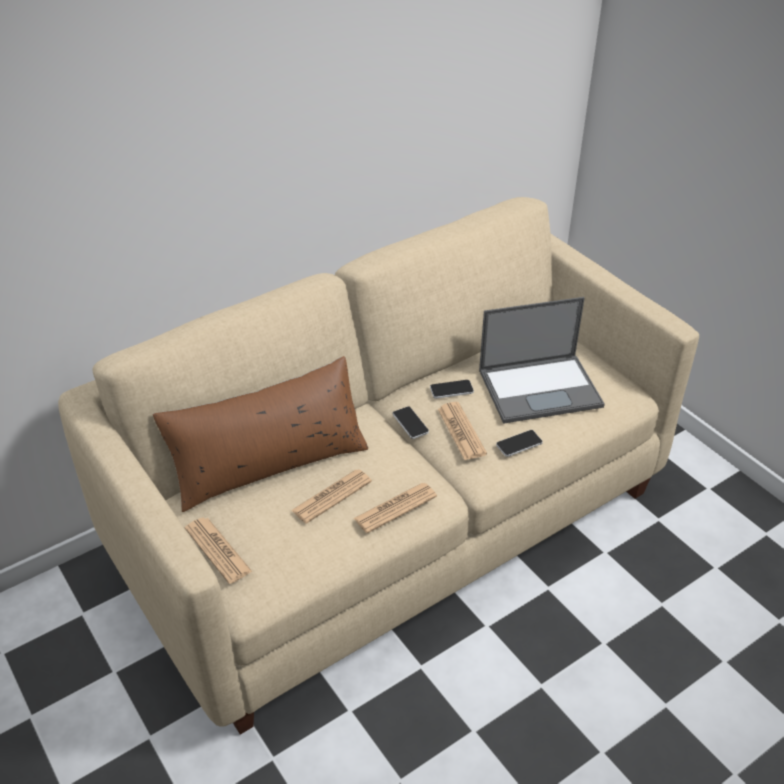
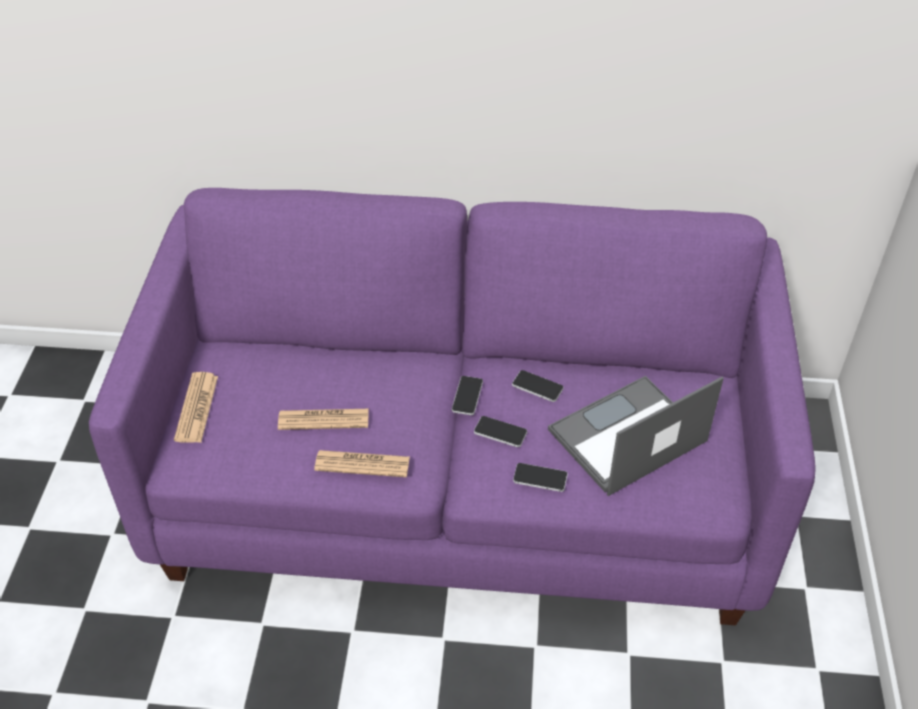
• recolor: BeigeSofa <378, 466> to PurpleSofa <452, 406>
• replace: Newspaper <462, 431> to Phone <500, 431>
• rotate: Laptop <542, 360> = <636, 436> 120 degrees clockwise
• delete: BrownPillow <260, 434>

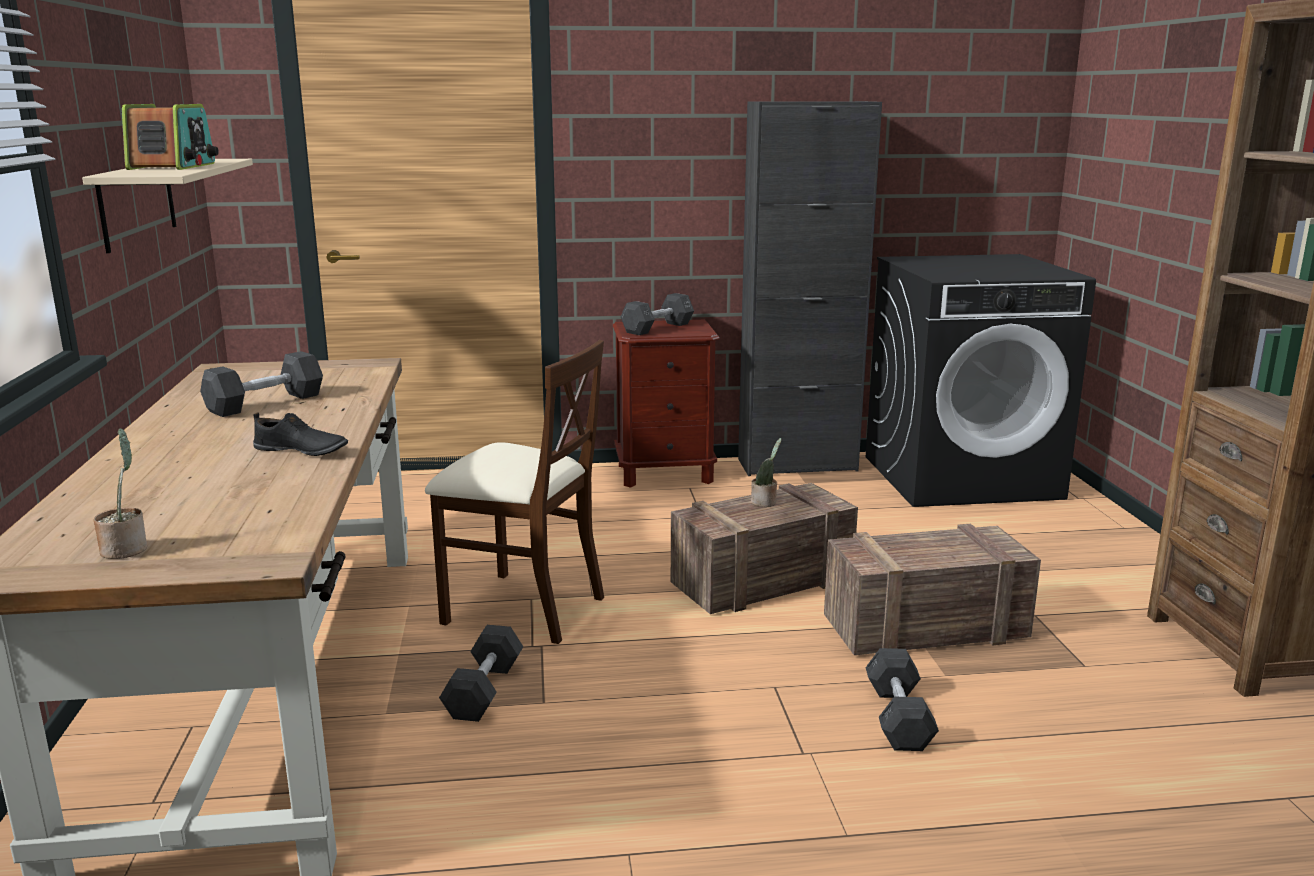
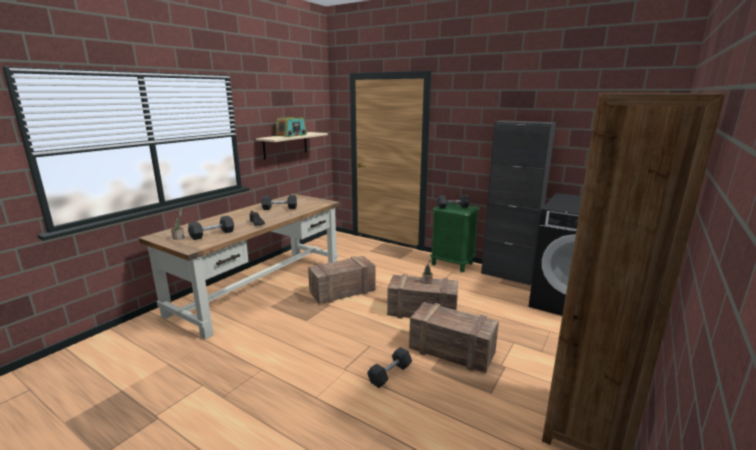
• move: GreyDumbbell <481, 673> to <211, 228>
• replace: BeigeChair <514, 492> to Crate <342, 280>
• recolor: BrownNightstand <666, 404> to GreenNightstand <455, 237>

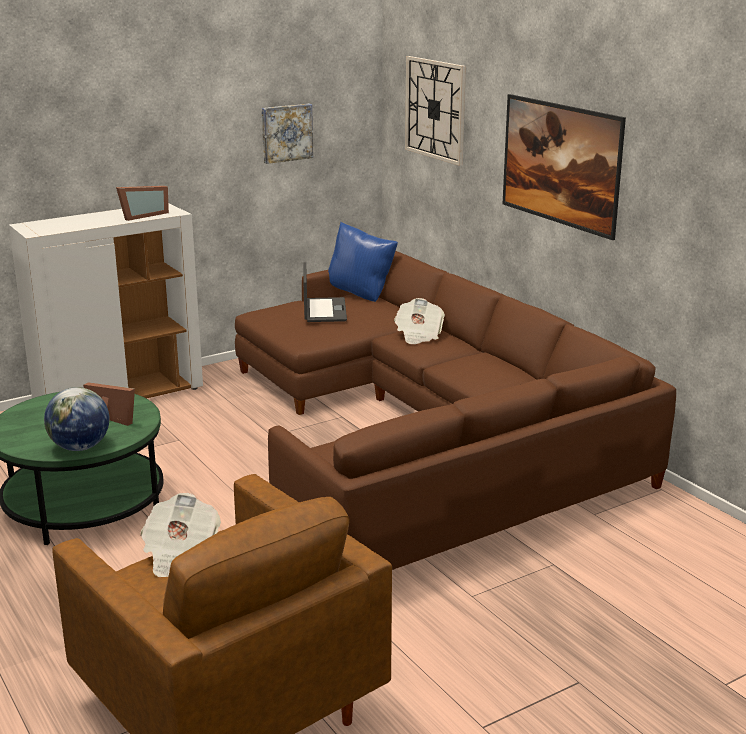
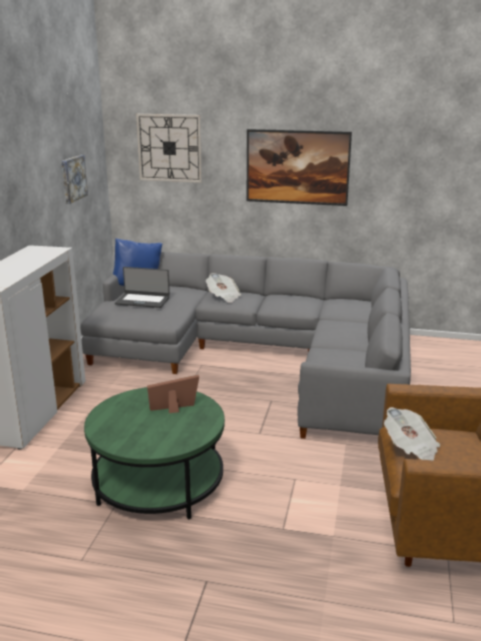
• recolor: BrownSofa <455, 410> to GreySofa <245, 345>
• rotate: Laptop <325, 292> = <142, 287> 150 degrees clockwise
• delete: Globe <76, 419>
• delete: PictureFrame <142, 203>

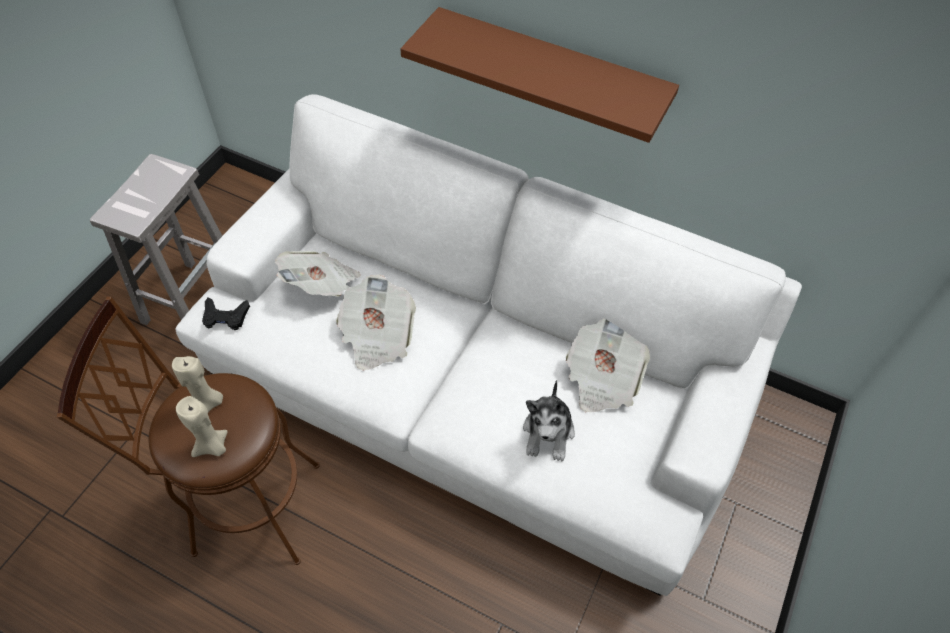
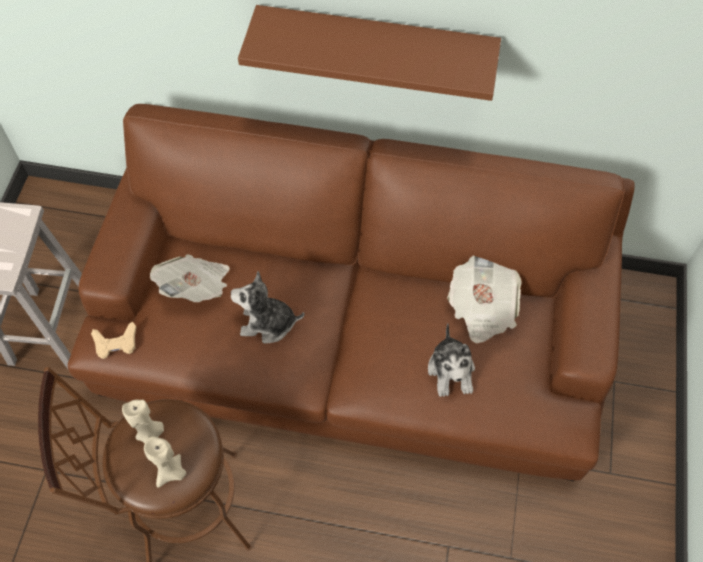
• recolor: WhiteSofa <489, 345> to BrownSofa <351, 292>
• recolor: BlackGameController <226, 314> to BeigeGameController <113, 340>
• replace: Newspaper <376, 323> to PlushToy <268, 307>

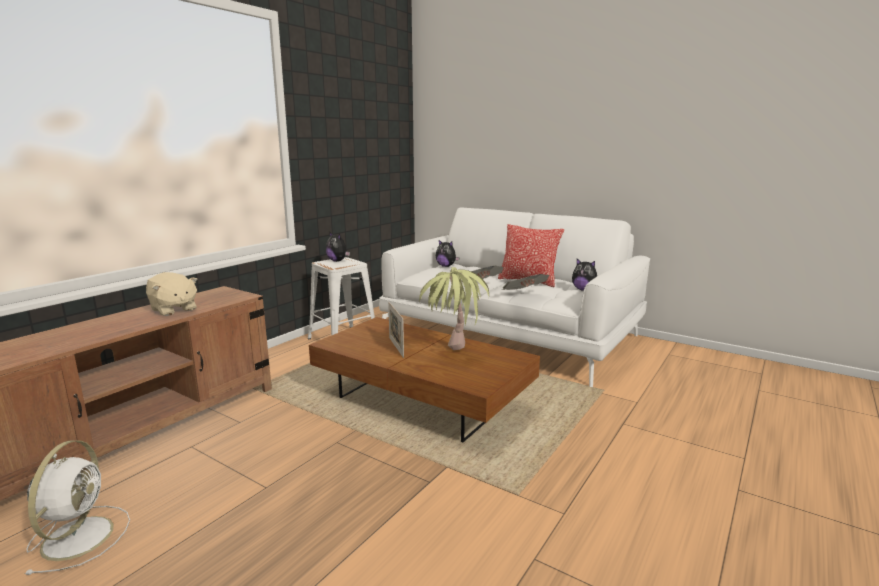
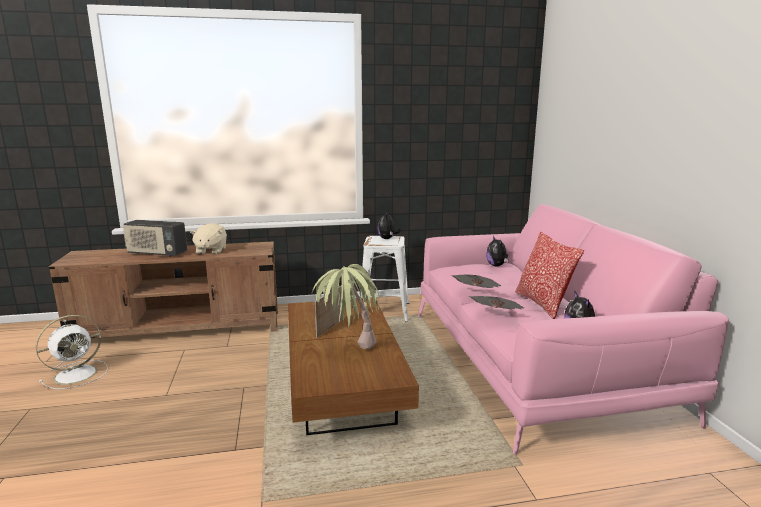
• insert: Radio <155, 238>
• recolor: WhiteSofa <514, 297> to PinkSofa <573, 329>

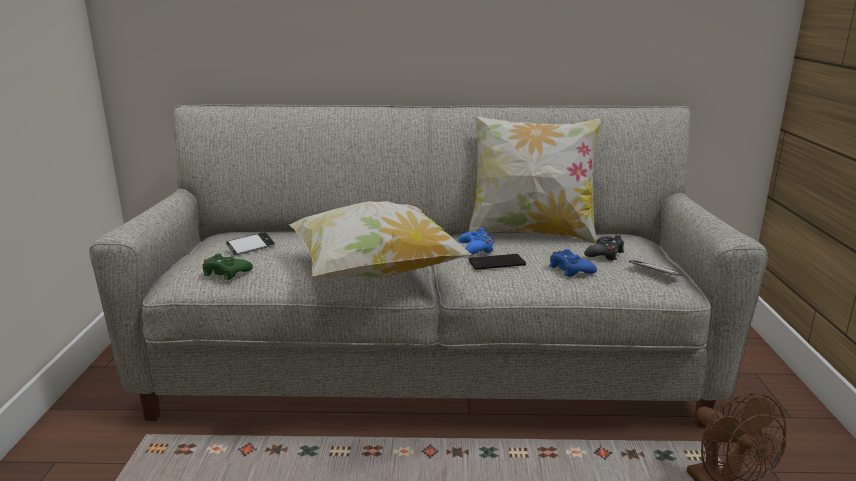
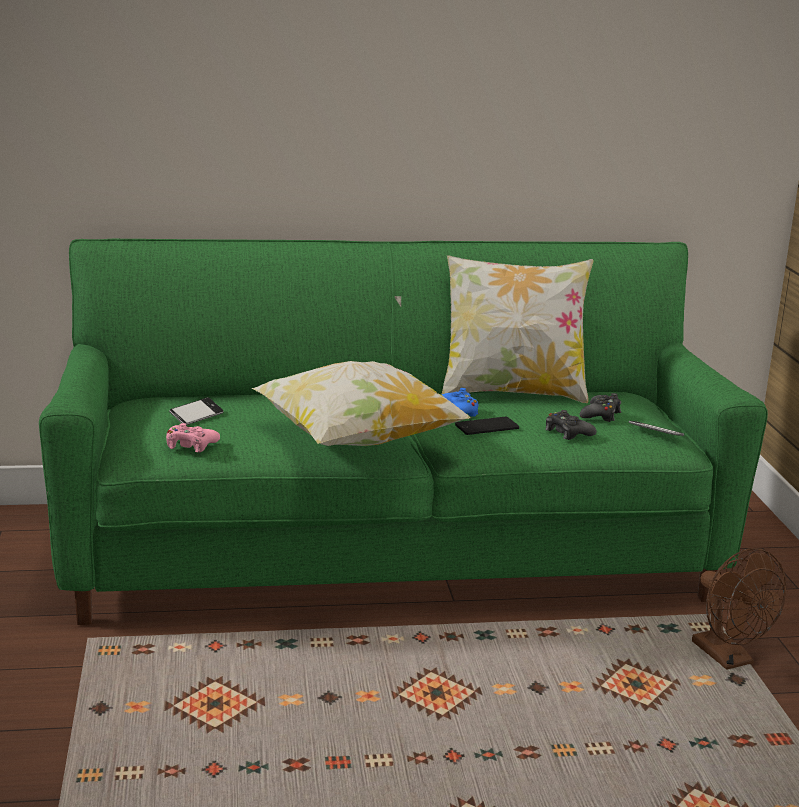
• recolor: GreySofa <428, 266> to GreenSofa <403, 432>
• recolor: GreenGameController <227, 267> to PinkGameController <193, 437>
• recolor: BlueGameController <573, 263> to BlackGameController <571, 425>

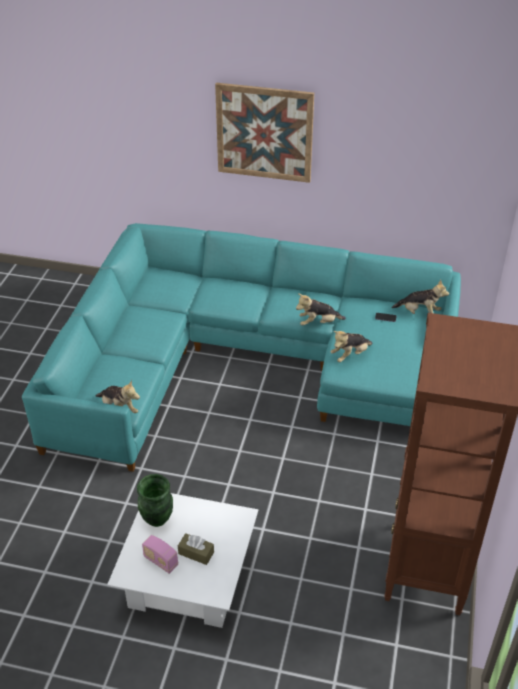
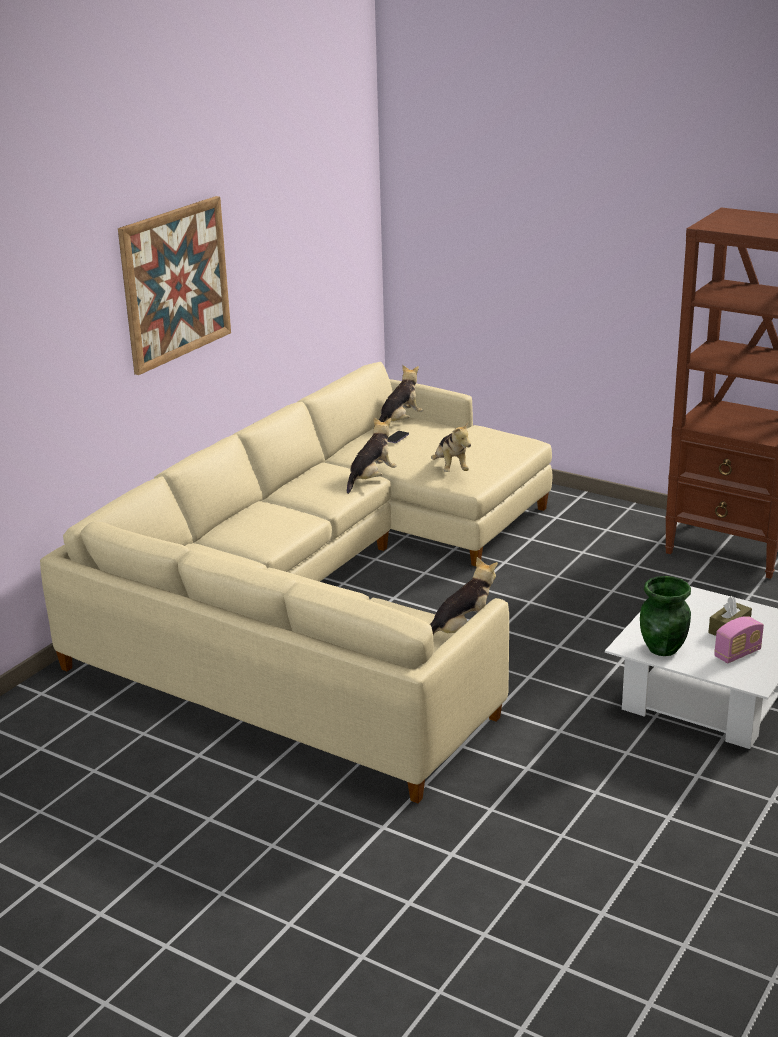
• recolor: TurquoiseSofa <241, 347> to BeigeSofa <296, 582>
• rotate: PlushToy <321, 309> = <372, 455> 150 degrees counterclockwise

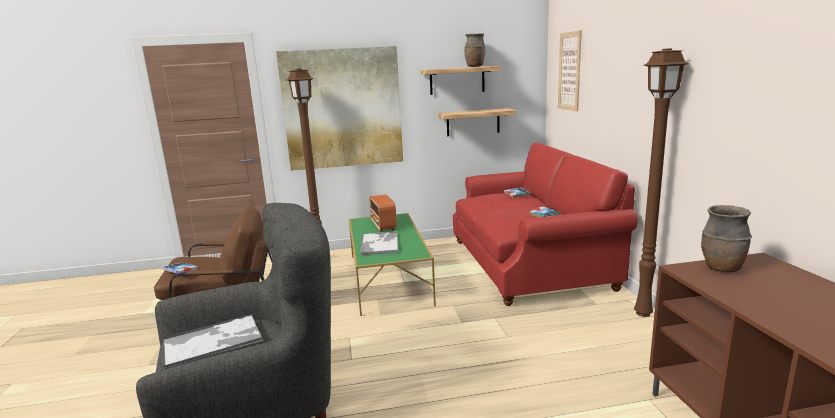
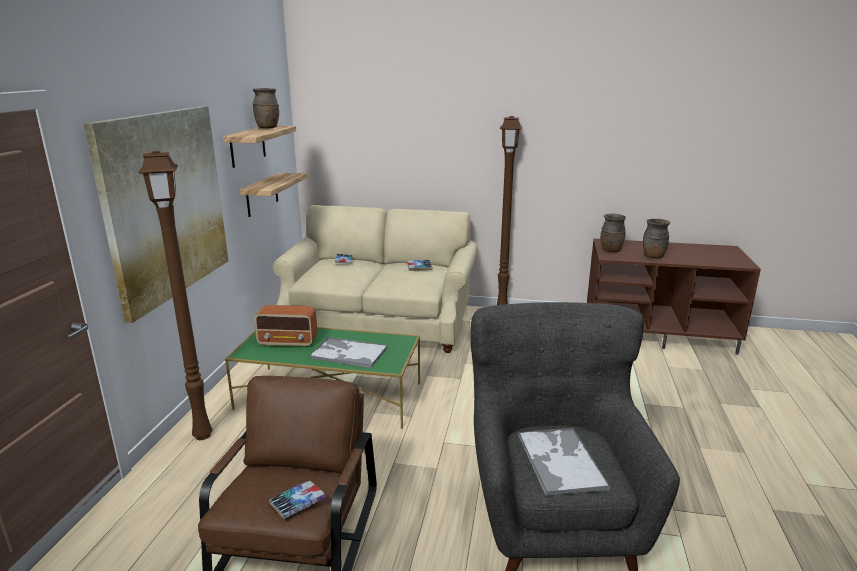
• recolor: RedSofa <545, 224> to BeigeSofa <375, 279>
• insert: BrownVase <656, 238>
• delete: Picture <570, 70>

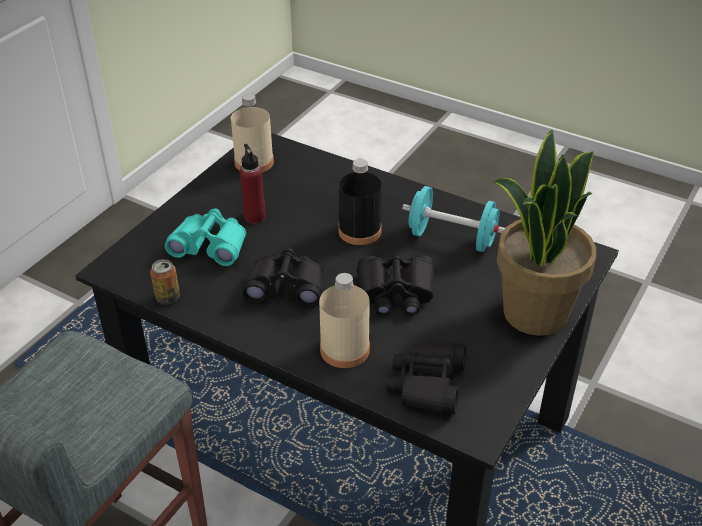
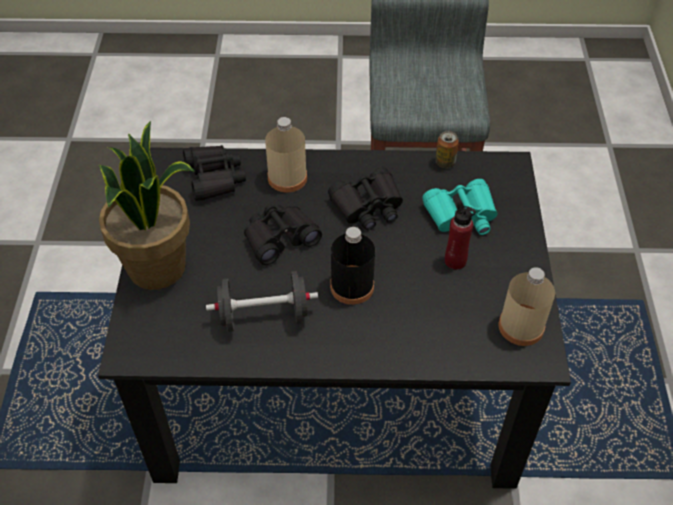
• recolor: TurquoiseDumbbell <453, 219> to BlackDumbbell <262, 301>

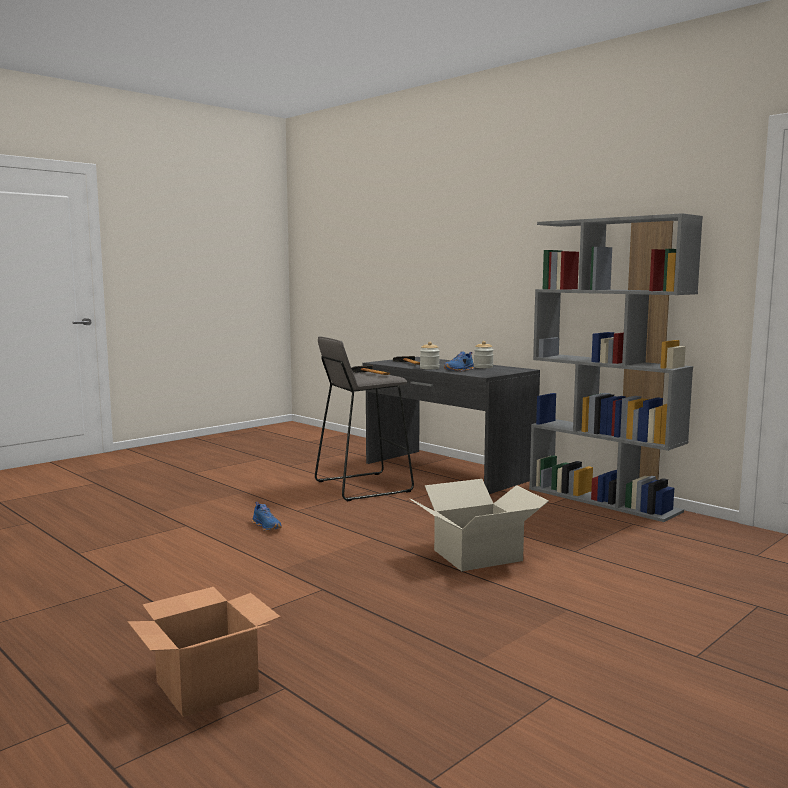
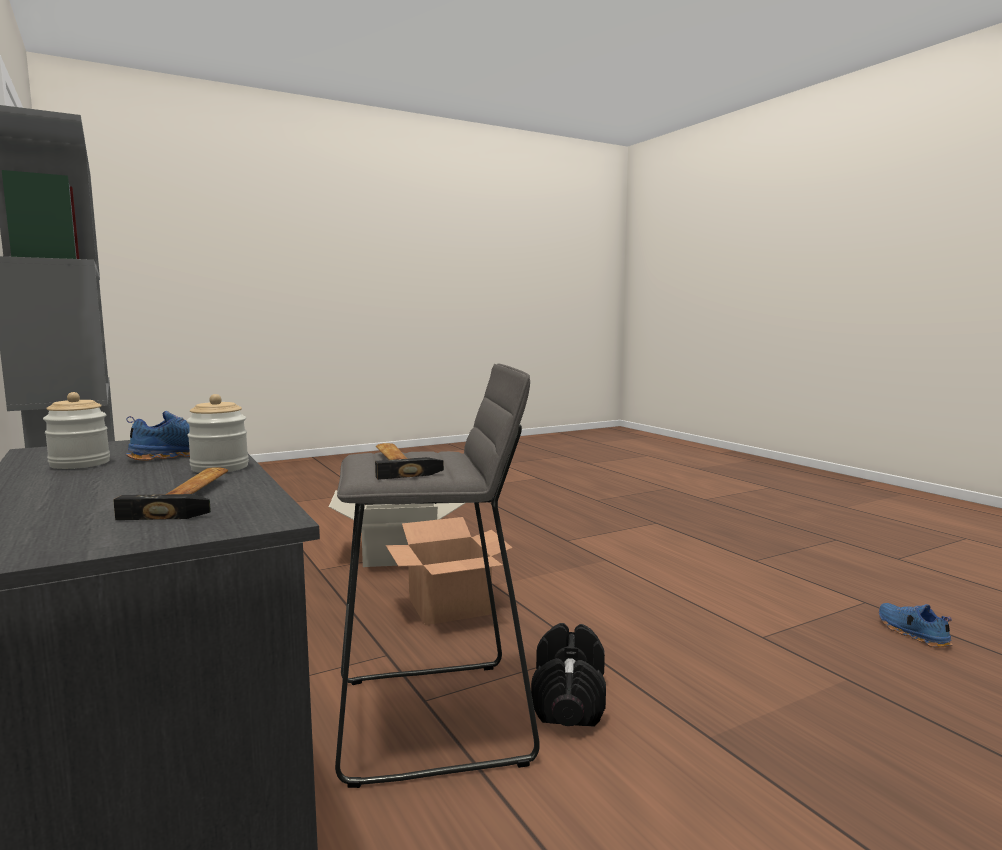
• move: CardboardBox <204, 652> to <449, 571>
• insert: BlackDumbbell <568, 675>
• move: BlueShoe <267, 516> to <916, 625>

